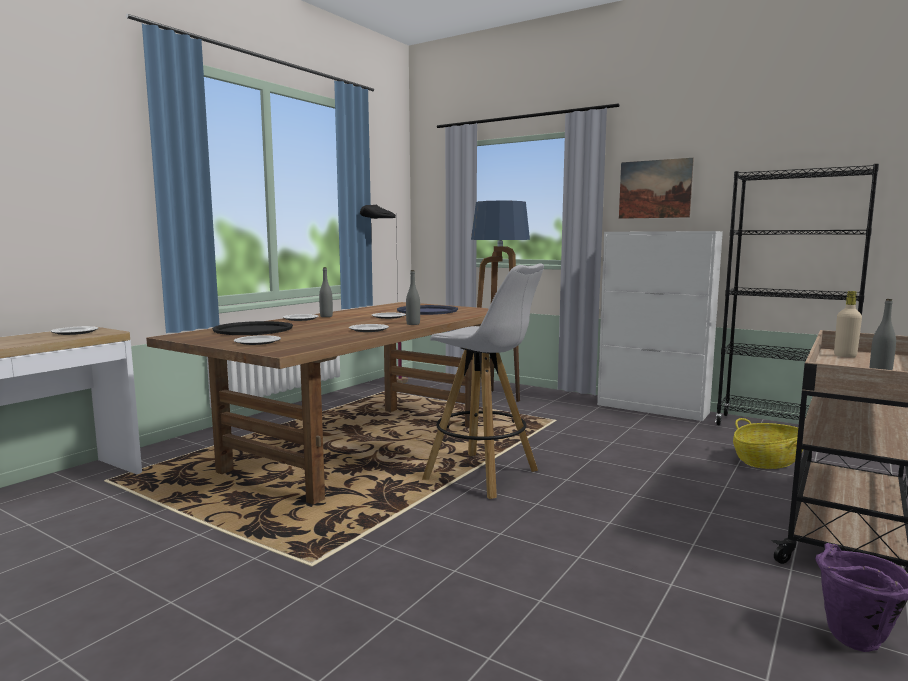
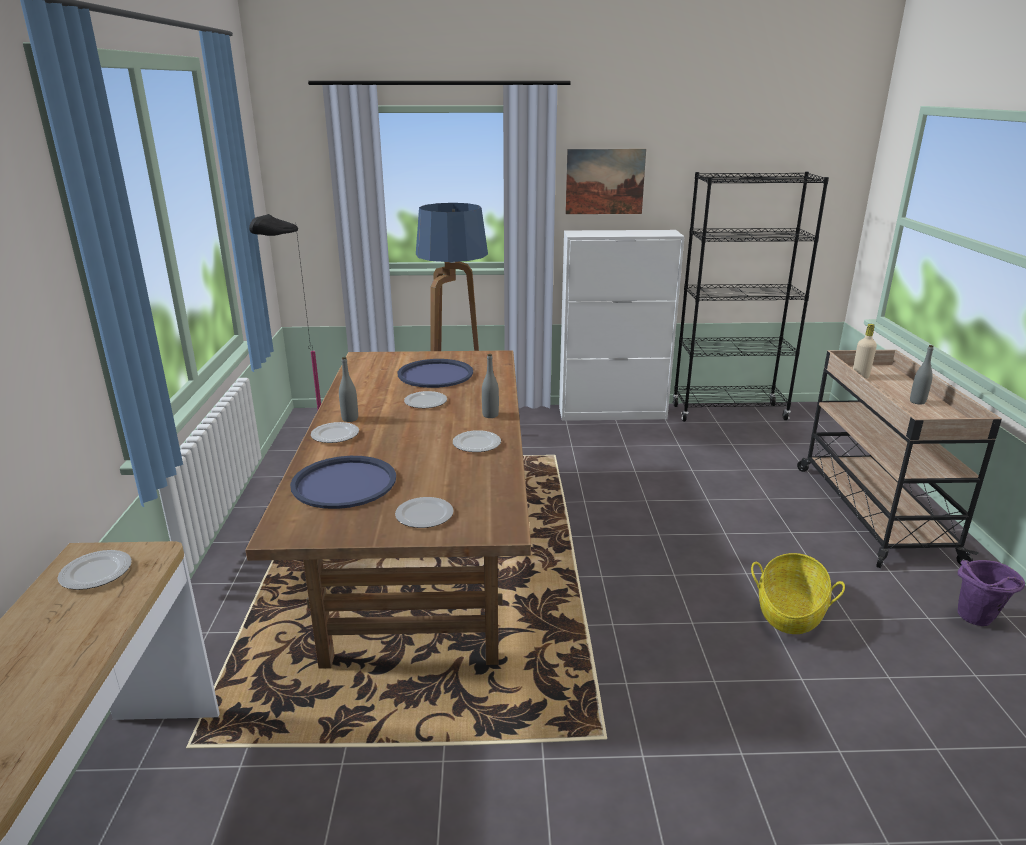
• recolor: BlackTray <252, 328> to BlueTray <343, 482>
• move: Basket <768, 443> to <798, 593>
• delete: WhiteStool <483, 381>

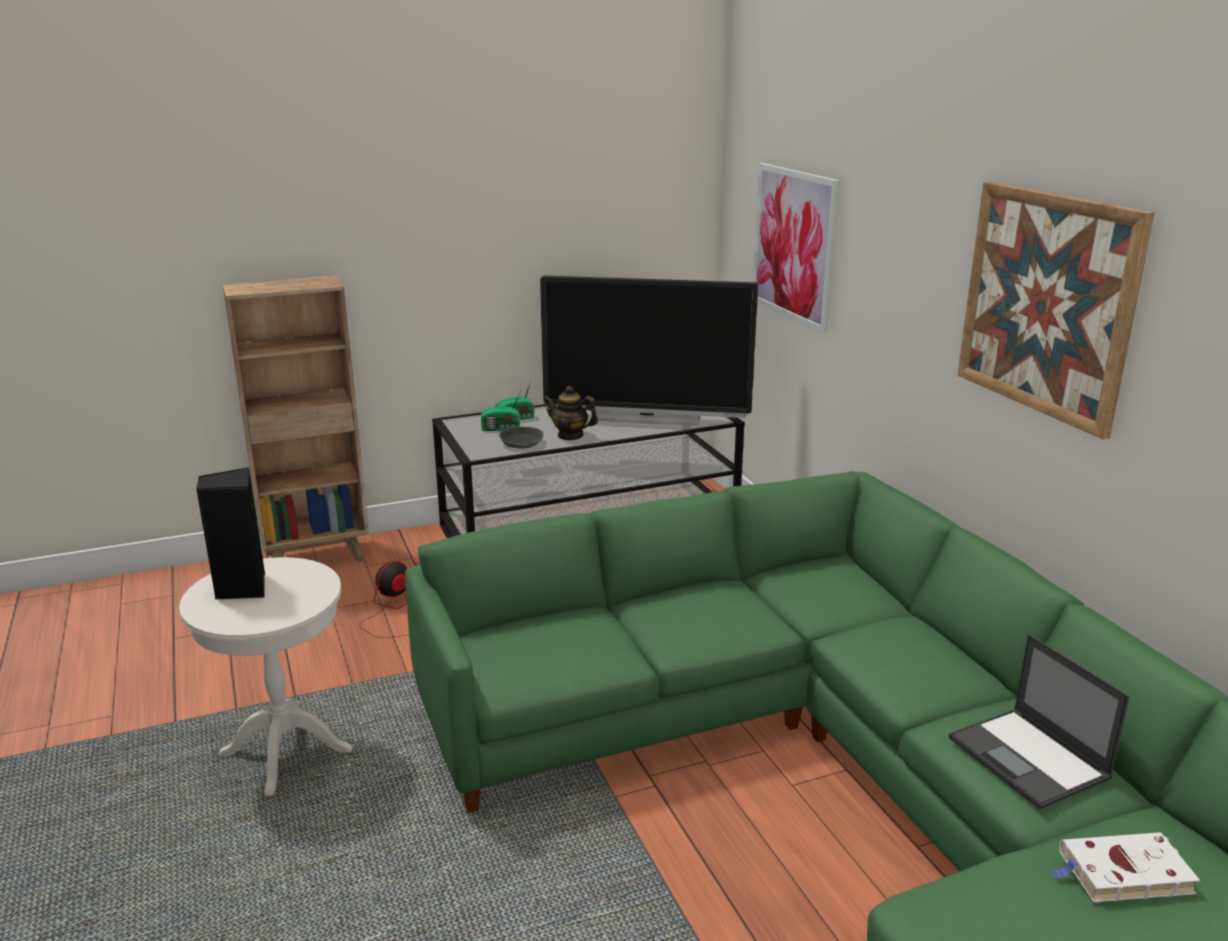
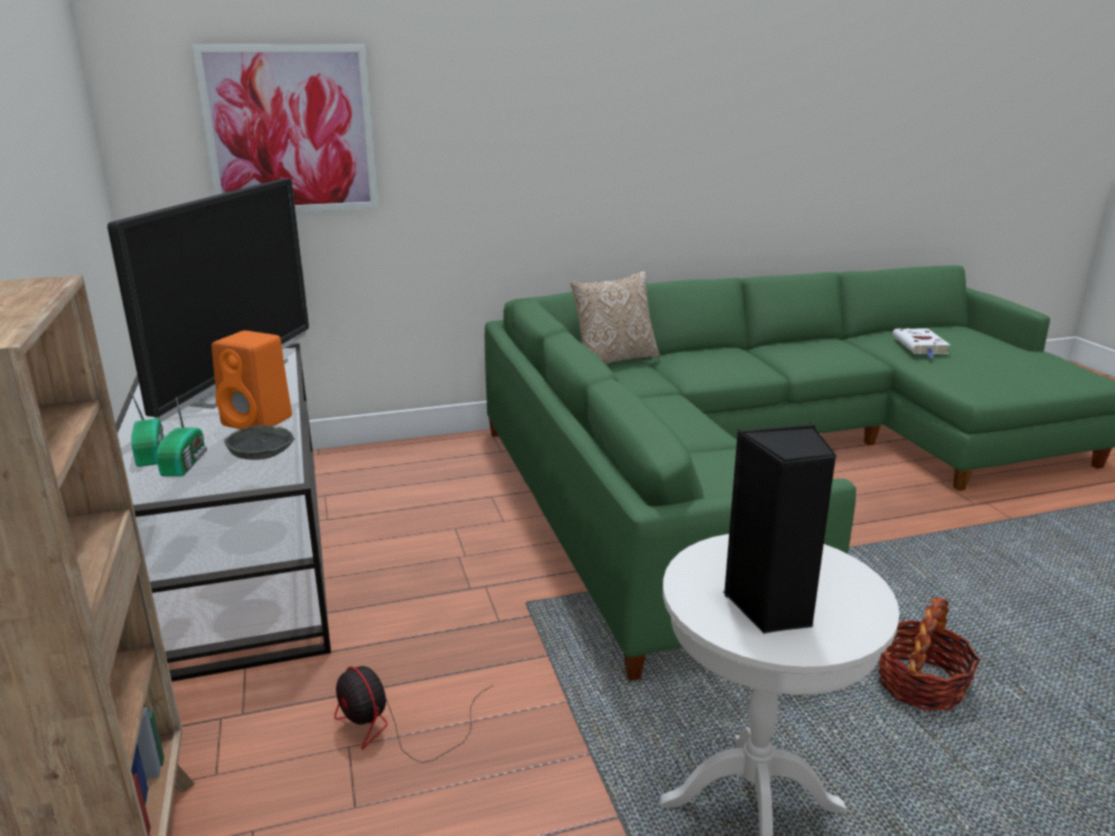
• replace: Teapot <571, 413> to OrangeSpeaker <252, 379>
• insert: Pillow <615, 317>
• insert: Basket <929, 654>
• delete: Laptop <1039, 722>
• delete: Picture <1055, 310>

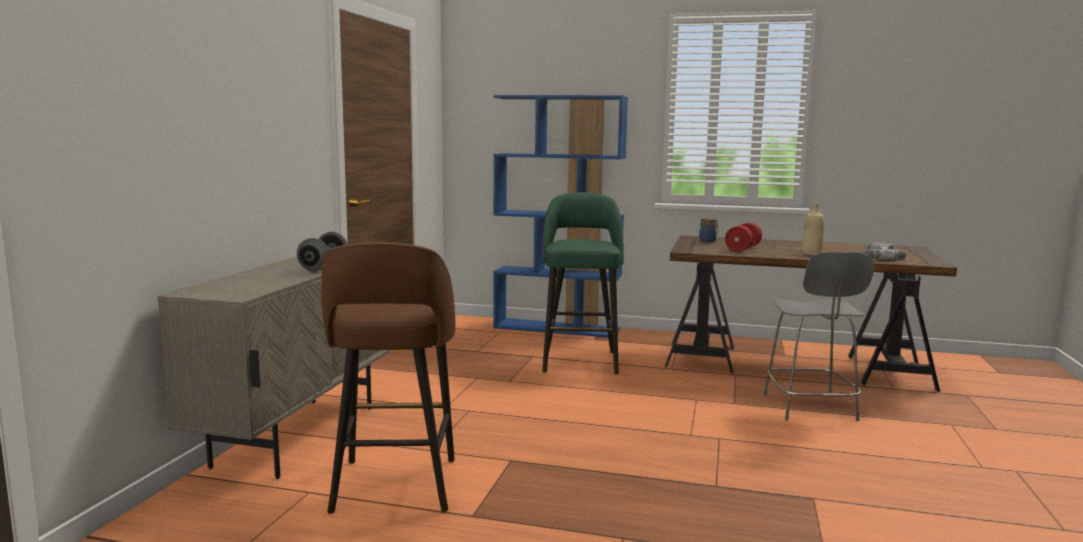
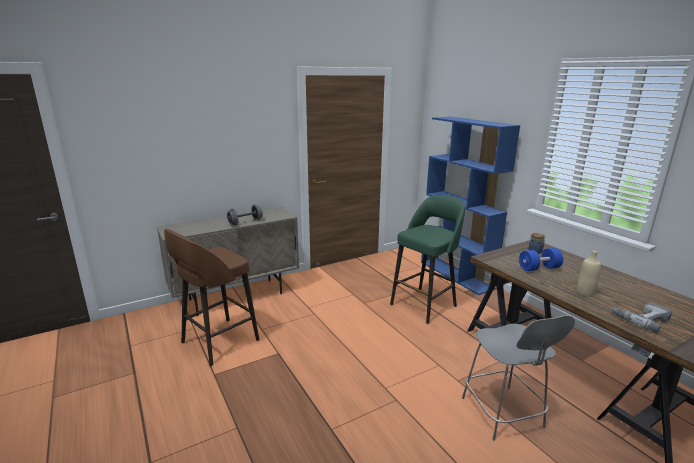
• rotate: GreyChair <819, 336> = <518, 378> 60 degrees counterclockwise
• recolor: RedDumbbell <743, 237> to BlueDumbbell <541, 259>

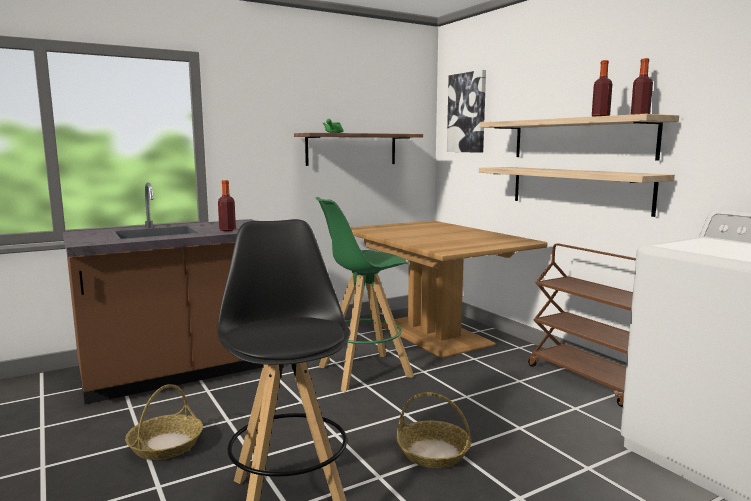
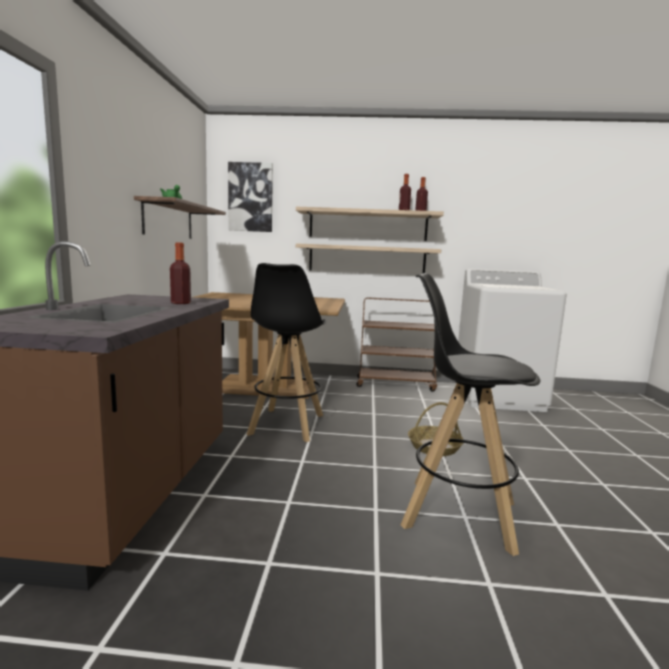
• recolor: GreenStool <364, 294> to BlackStool <286, 352>
• delete: Basket <164, 422>

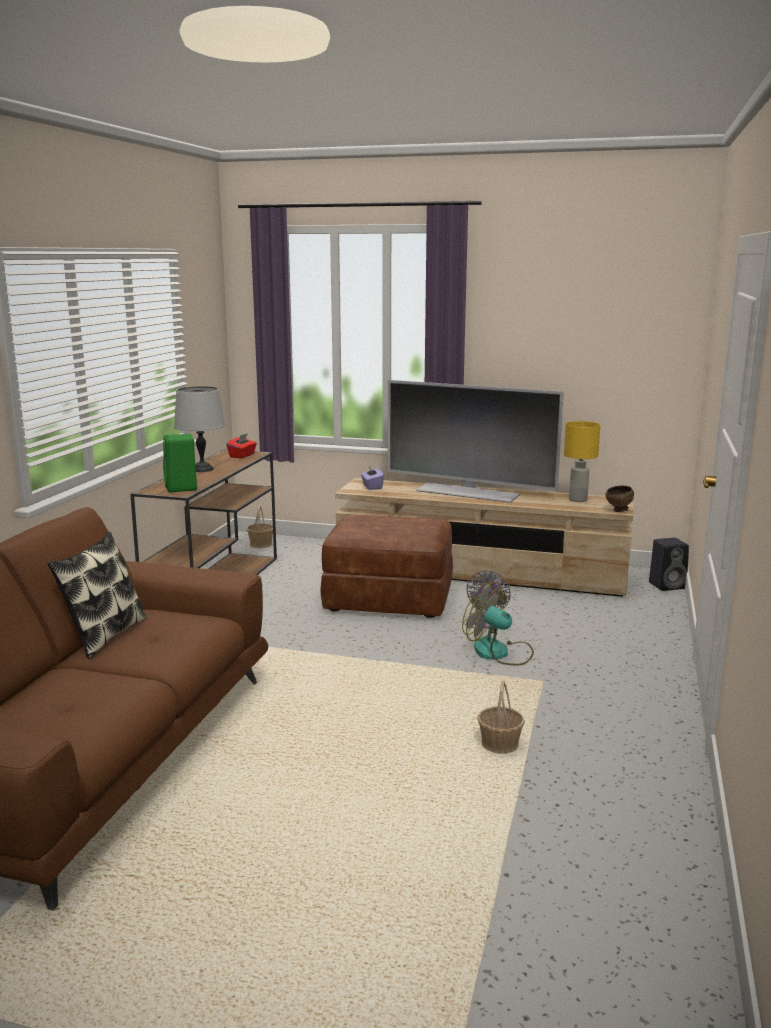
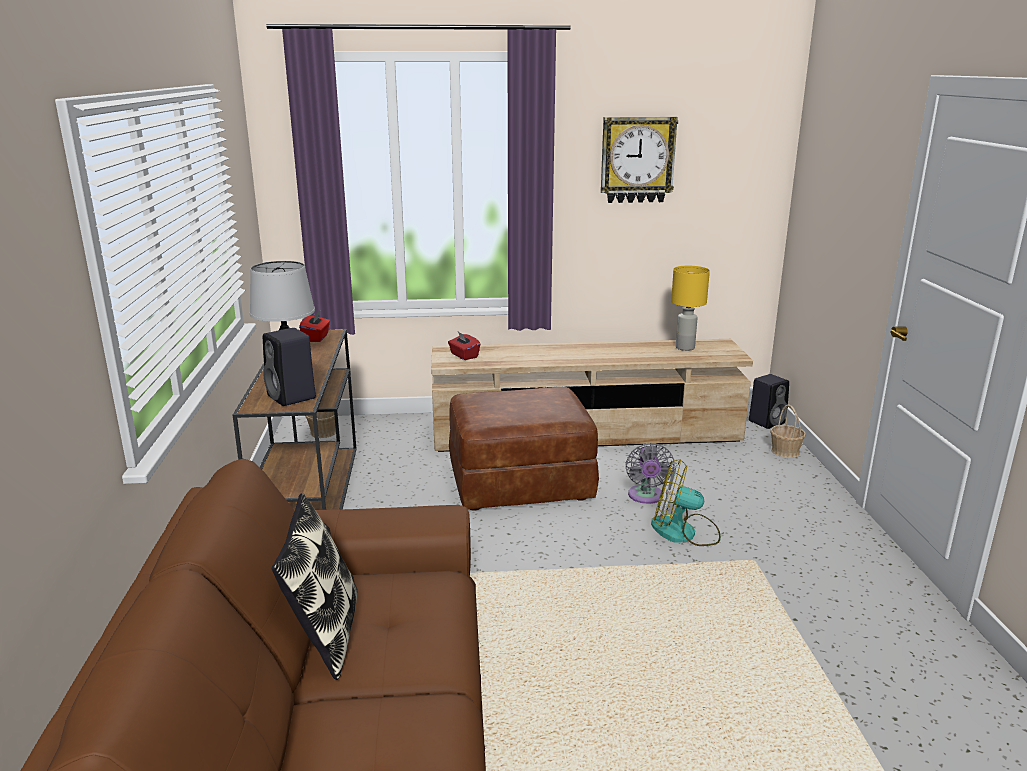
• recolor: GreenSpeaker <180, 463> to BlackSpeaker <289, 367>
• recolor: PurpleTissueBox <372, 478> to RedTissueBox <464, 346>
• insert: WallClock <639, 160>
• move: Basket <501, 717> to <788, 431>
• delete: Television <476, 441>
• delete: BrownBowl <620, 498>

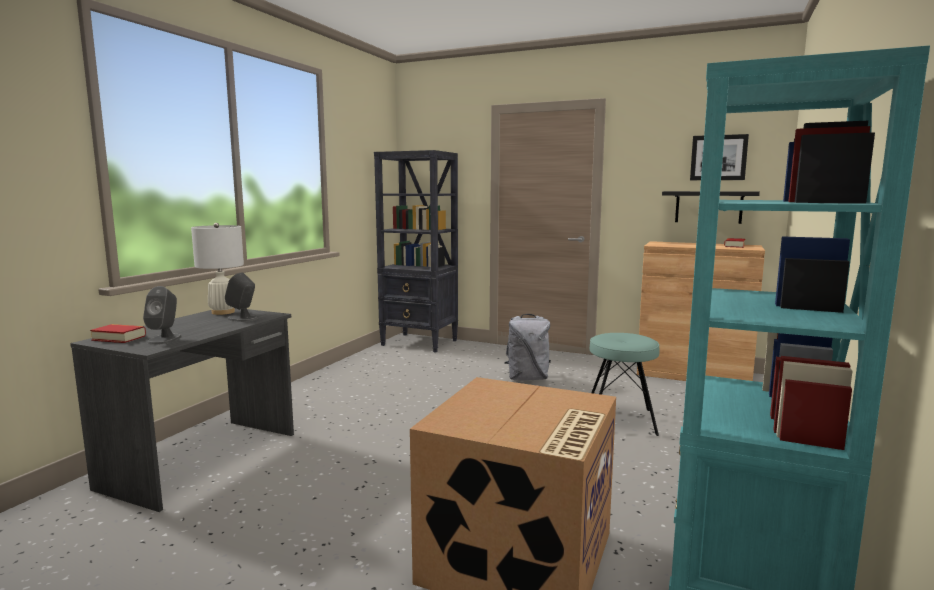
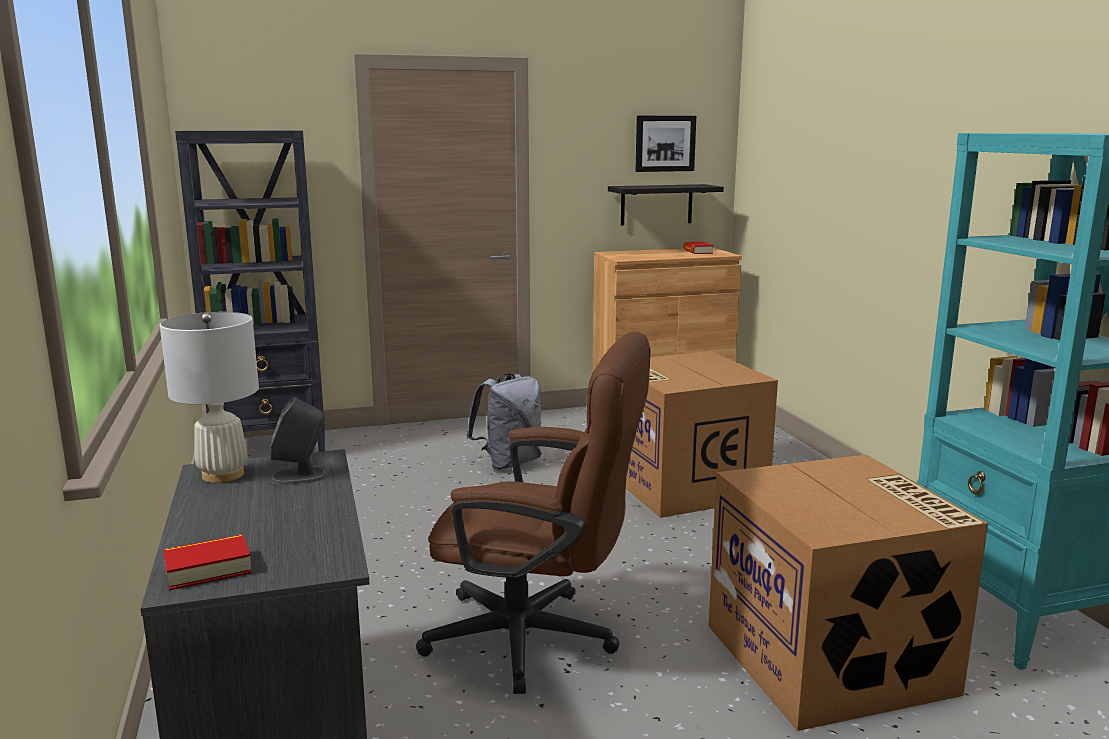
• insert: BrownOfficeChair <533, 513>
• replace: TurquoiseStool <625, 384> to CardboardBox <702, 434>
• delete: GreySpeaker <162, 315>

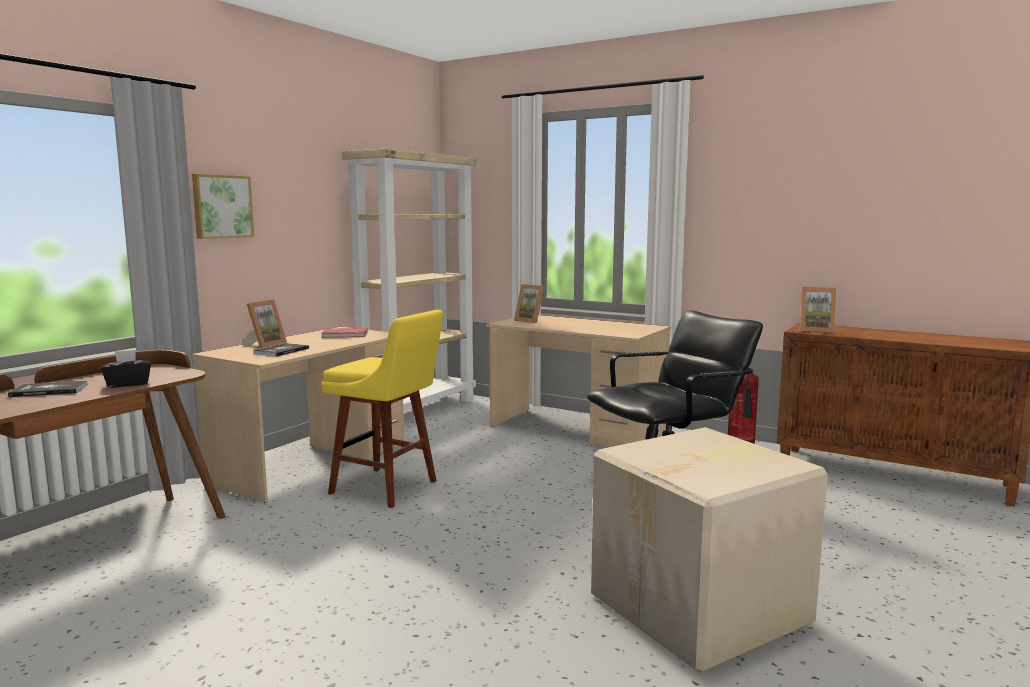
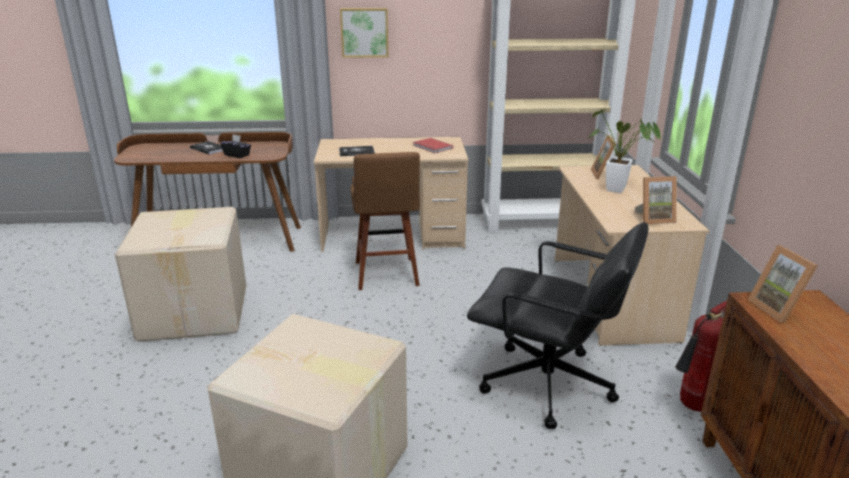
• insert: CardboardBox <180, 274>
• recolor: YellowStool <382, 409> to BrownStool <385, 221>
• insert: PottedPlant <625, 151>
• move: PictureFrame <264, 324> to <656, 200>

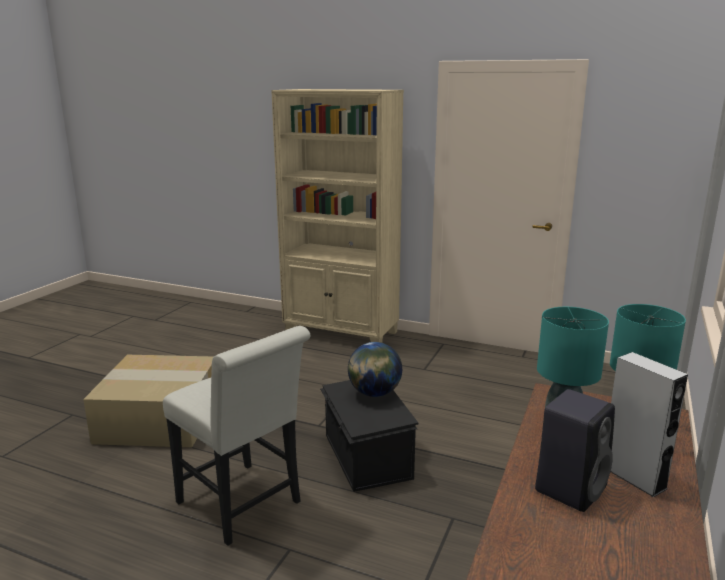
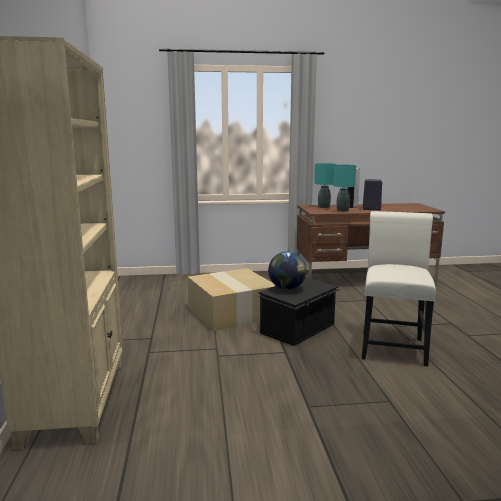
• move: CardboardBox <148, 401> to <232, 299>

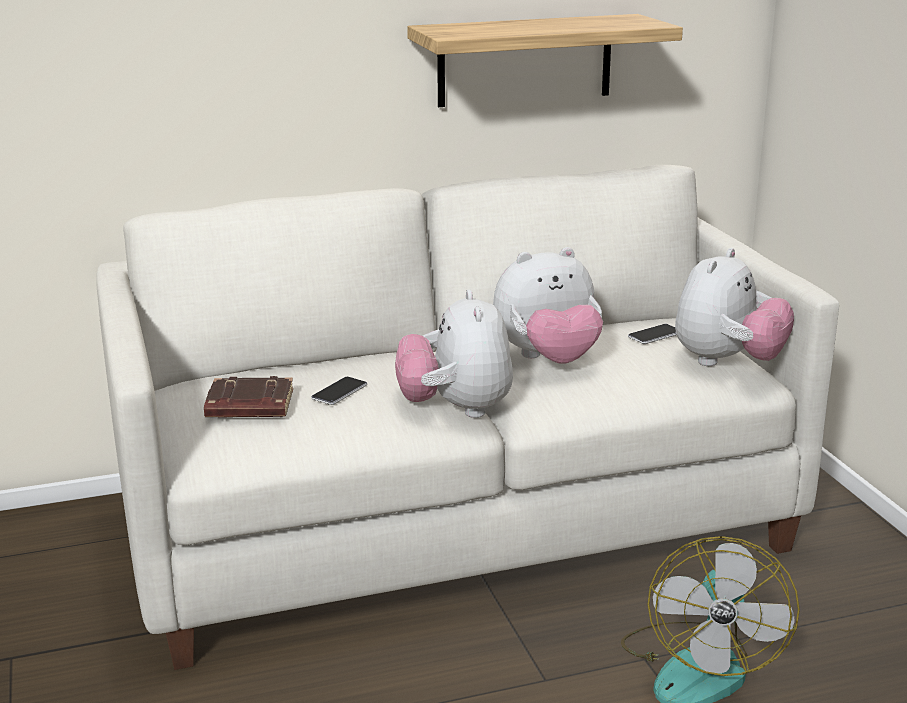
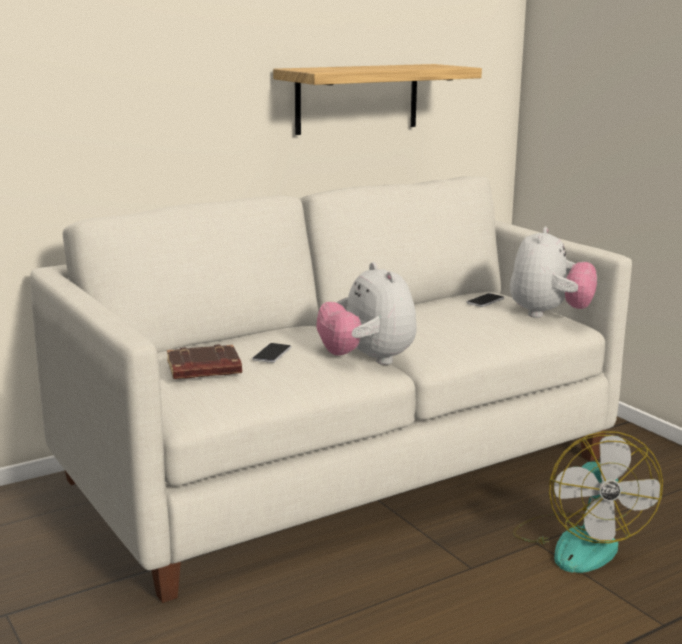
• delete: PlushToy <548, 305>

